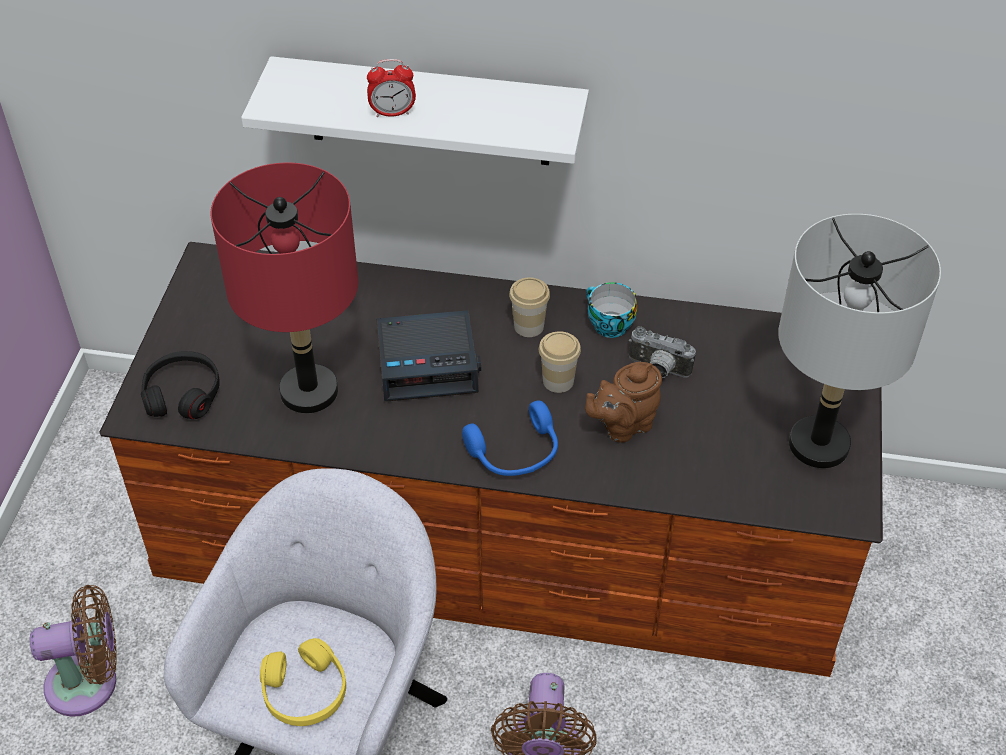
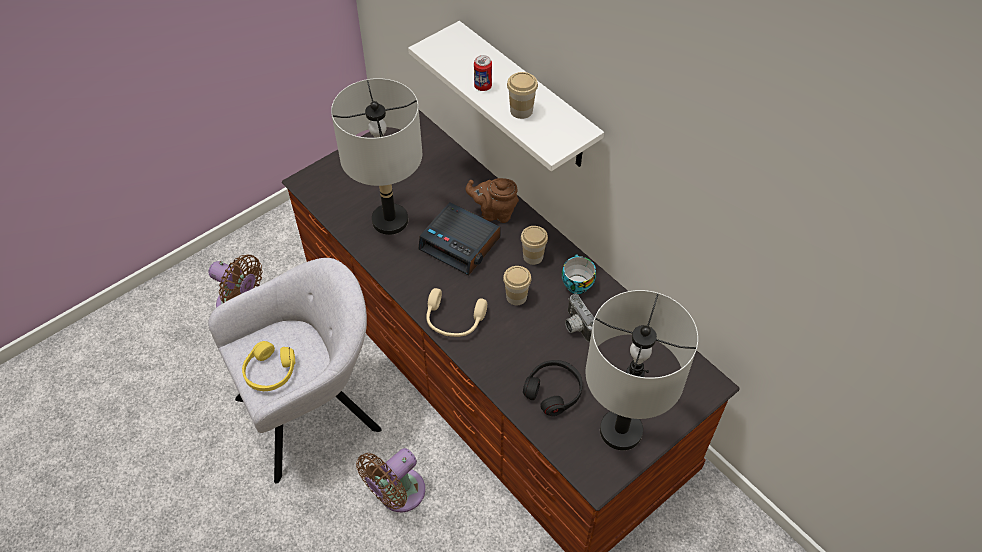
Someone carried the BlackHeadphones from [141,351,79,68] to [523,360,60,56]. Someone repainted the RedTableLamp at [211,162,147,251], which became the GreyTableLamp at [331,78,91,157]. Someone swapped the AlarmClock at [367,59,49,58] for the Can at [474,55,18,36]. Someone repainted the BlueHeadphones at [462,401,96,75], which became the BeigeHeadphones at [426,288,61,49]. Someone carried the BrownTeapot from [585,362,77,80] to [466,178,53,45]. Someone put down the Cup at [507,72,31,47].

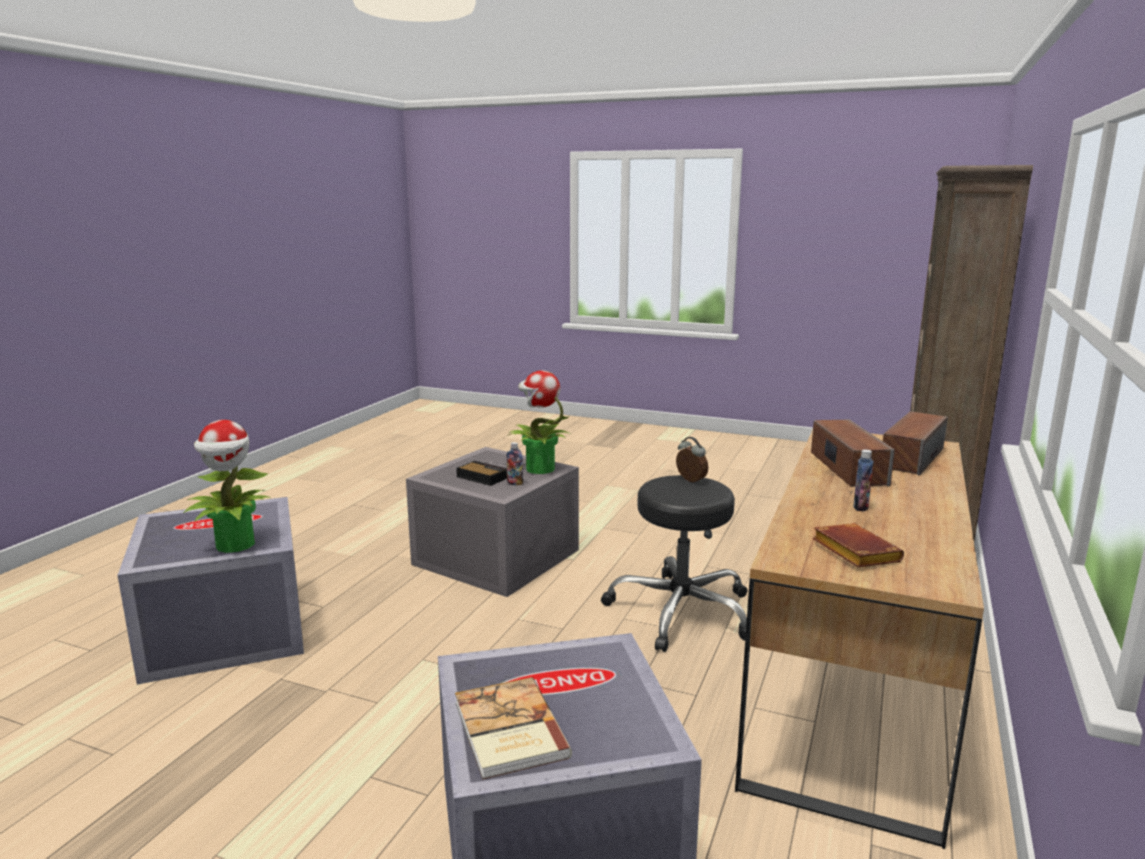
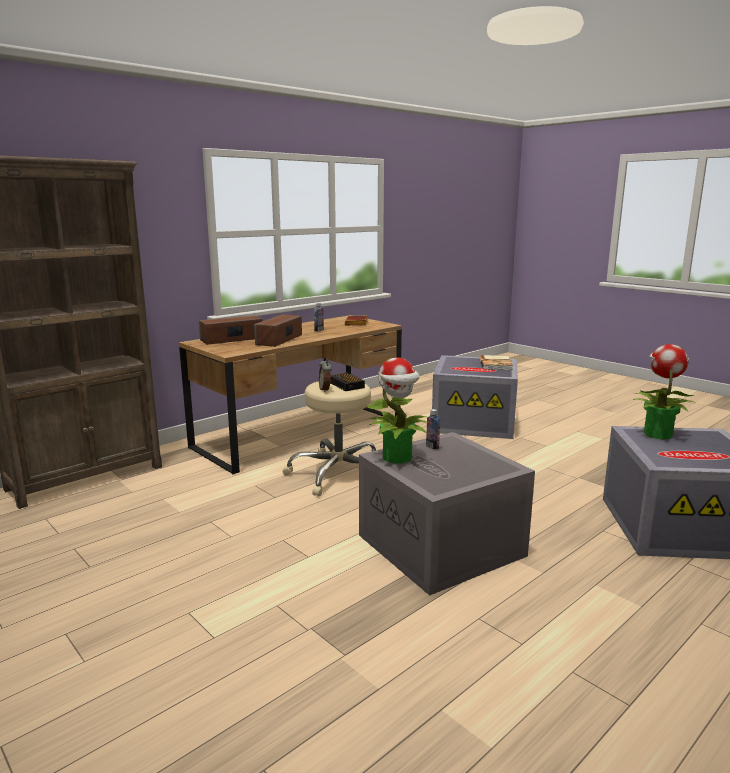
Someone carried the AlarmClock from [456,461,51,25] to [330,373,35,18]. Someone repainted the BlackStool at [601,475,147,177], which became the BeigeStool at [282,381,94,115].

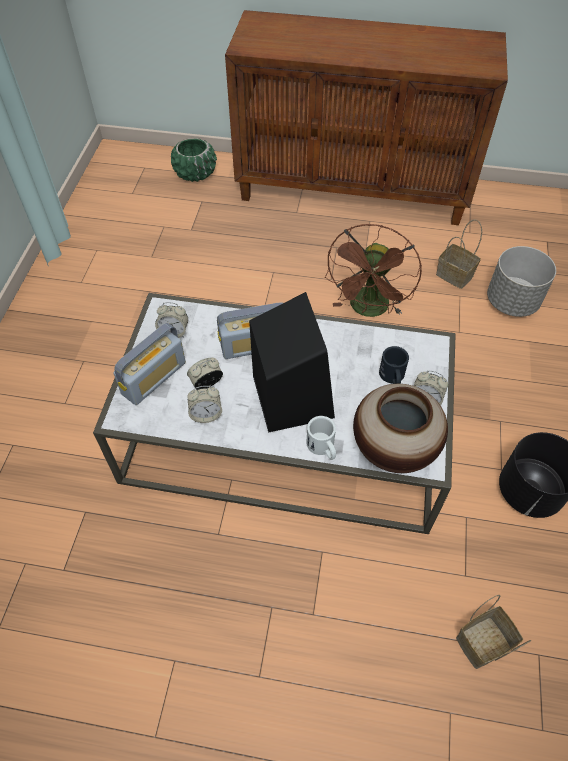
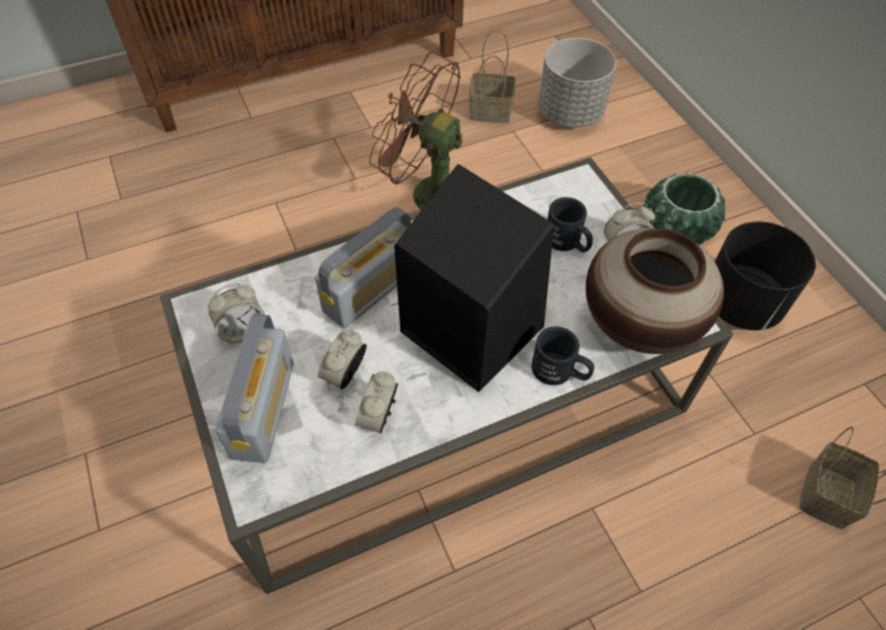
Someone carried the GreenPlanter from [171,138,46,44] to [644,173,81,72]. Someone rotated the AlarmClock at [187,386,35,37] by 150 degrees clockwise. Someone repainted the WhiteMug at [306,416,30,44], which became the BlackMug at [531,326,63,59]. Someone rotated the BrownFan at [325,224,97,93] by 135 degrees clockwise.

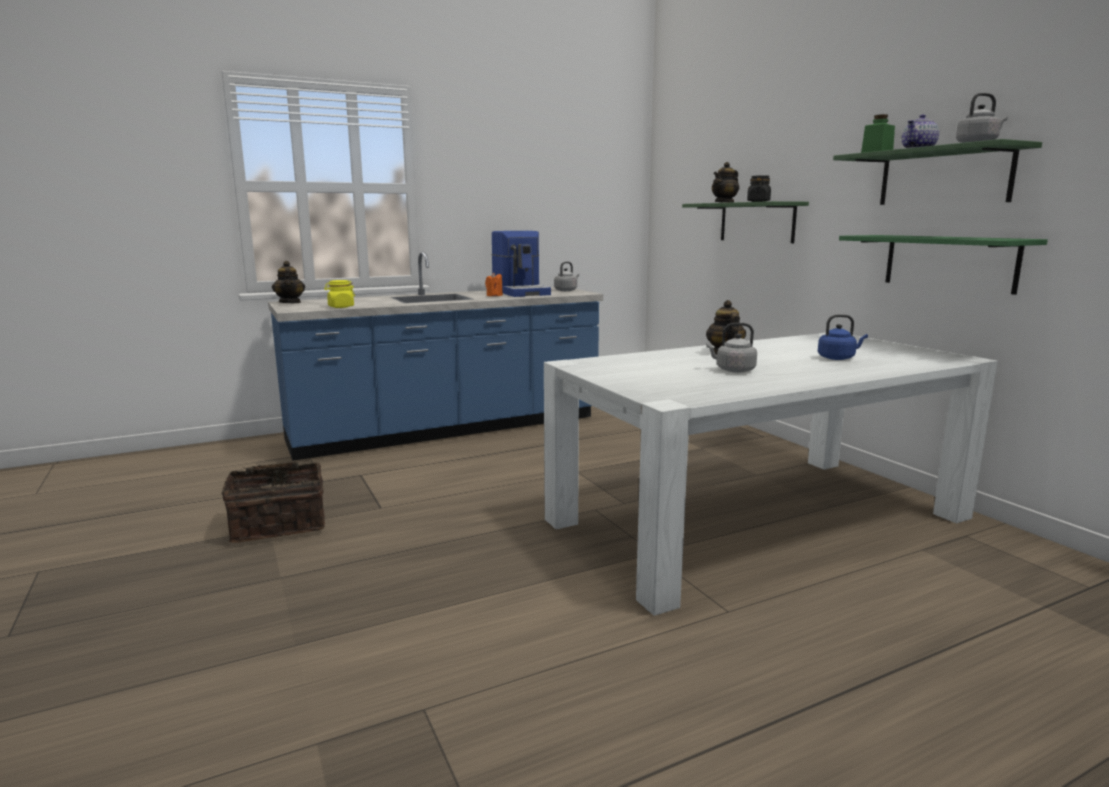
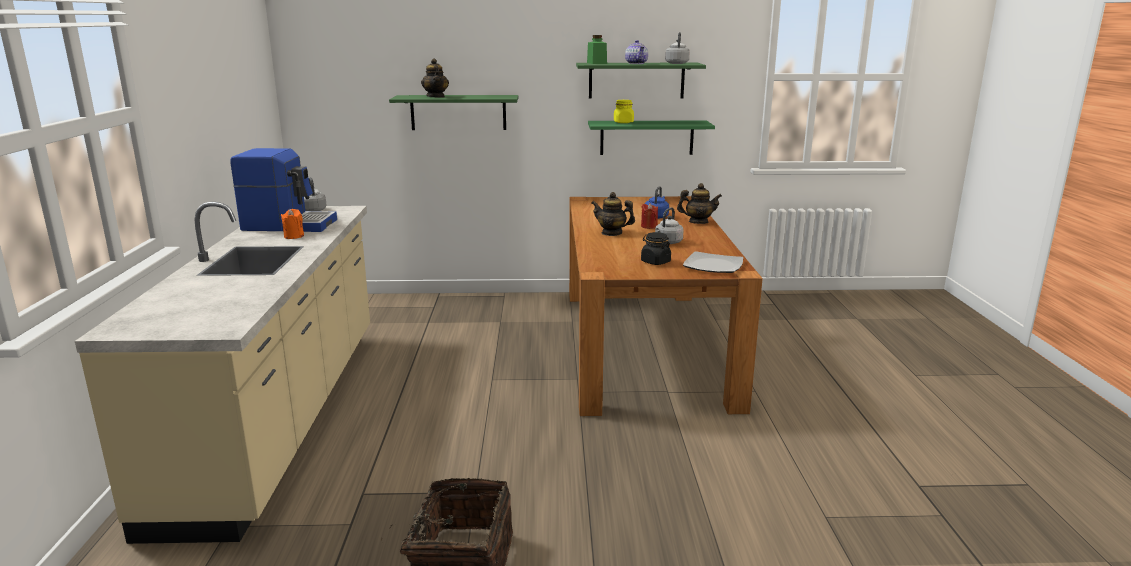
Someone repainted the BlueCounter at [268,251,335,210], which became the BeigeCounter at [75,202,295,342]. Someone carried the Teapot from [272,261,33,42] to [677,183,45,41]. Someone carried the YellowJar from [324,280,31,28] to [614,100,20,23]. Someone repainted the WhiteDiningTable at [544,332,454,284], which became the BrownDiningTable at [569,196,194,220]. Someone carried the BlackJar from [747,175,24,27] to [641,232,30,33]. Someone put down the RedCandle at [641,203,17,26]. Someone put down the Plate at [683,251,60,22].

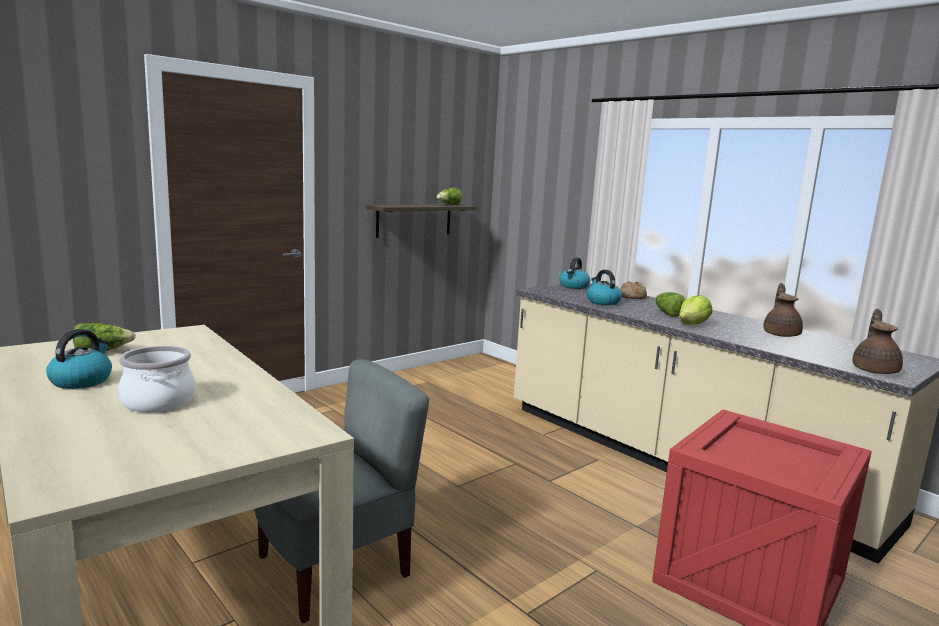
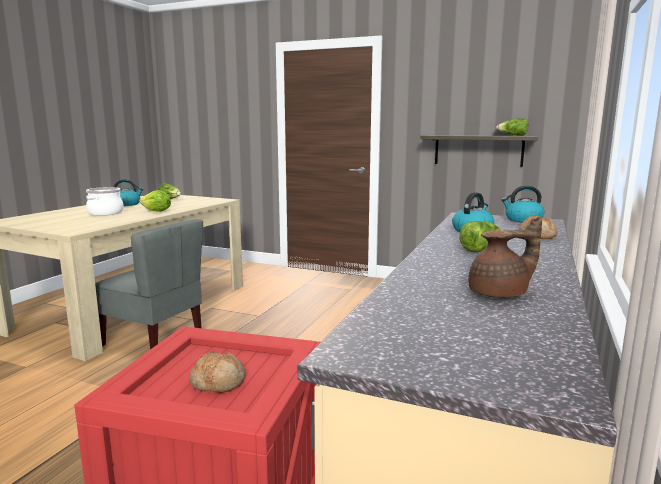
Someone carried the Lettuce from [679,295,33,30] to [139,190,32,21]. Someone took away the BrownTeapot at [853,309,50,65]. Someone put down the Bread at [189,351,57,42].

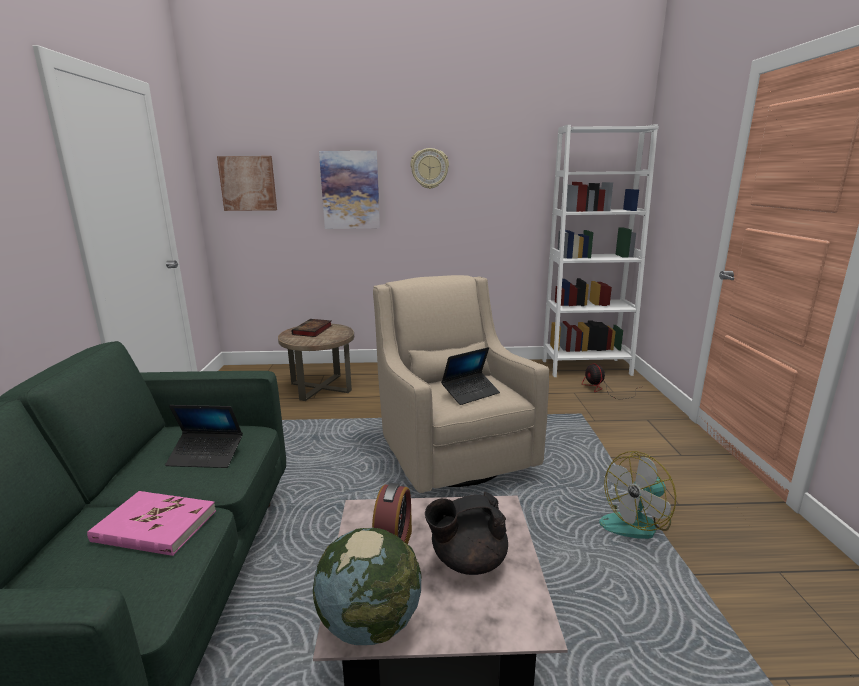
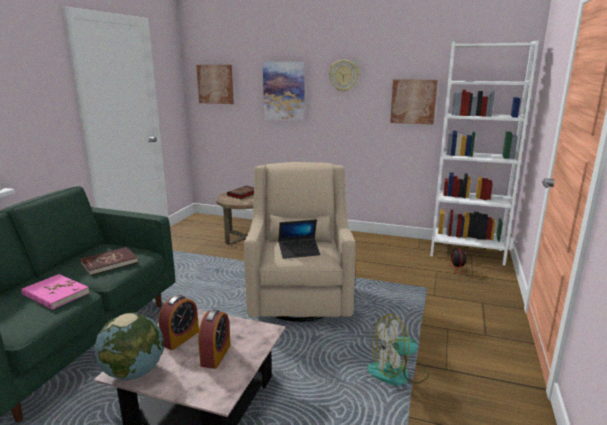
Someone swapped the Laptop at [165,405,78,63] for the RedBook at [80,247,58,29]. Someone swapped the BlackTeapot at [425,492,83,83] for the AlarmClock at [198,309,32,60]. Someone put up the Picture at [390,79,48,46].

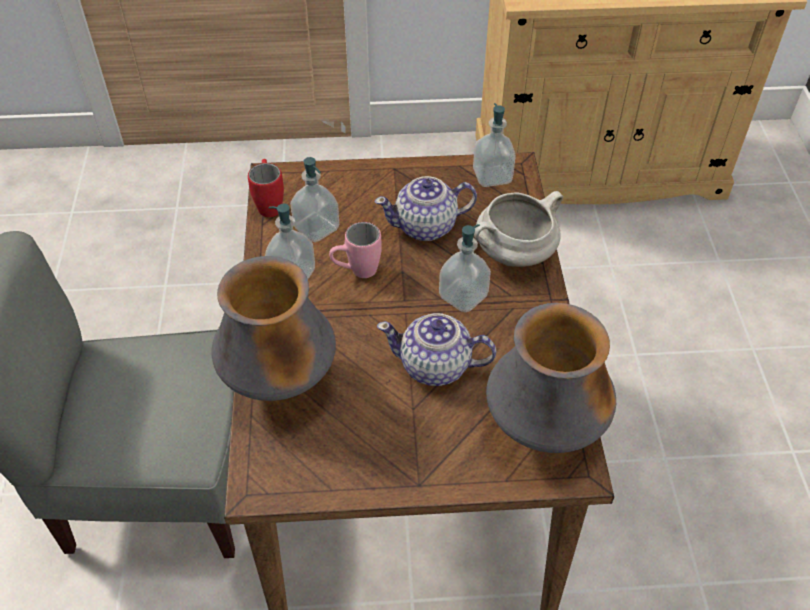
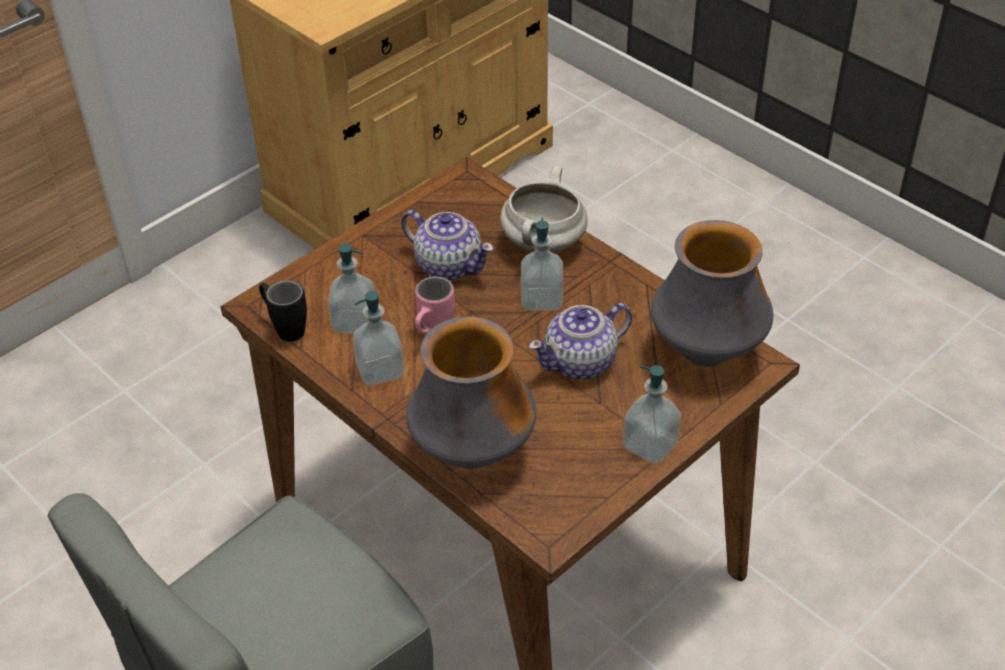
Someone repainted the RedMug at [248,159,36,58], which became the BlackMug at [259,280,48,62]. Someone rotated the Teapot at [374,176,103,65] by 90 degrees counterclockwise. Someone carried the SoapDispenser from [473,103,43,84] to [623,365,59,99].

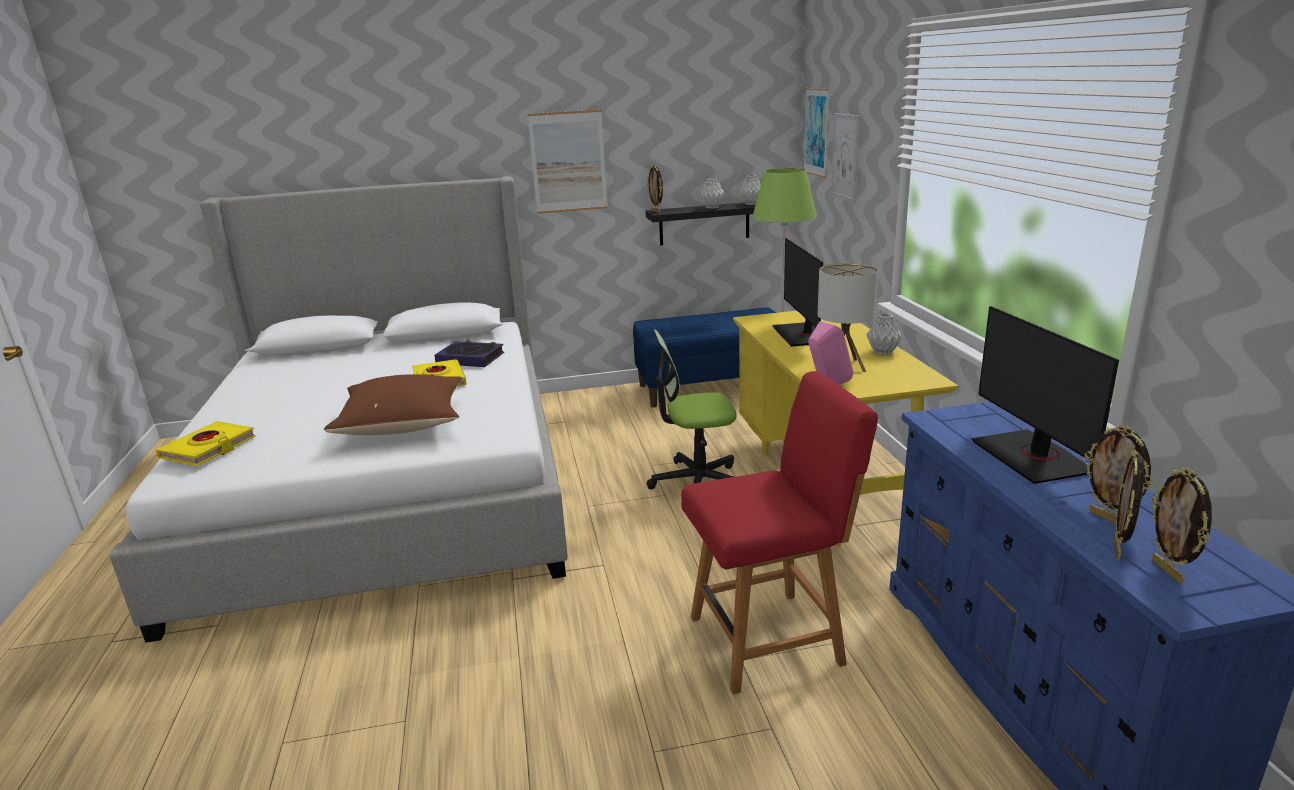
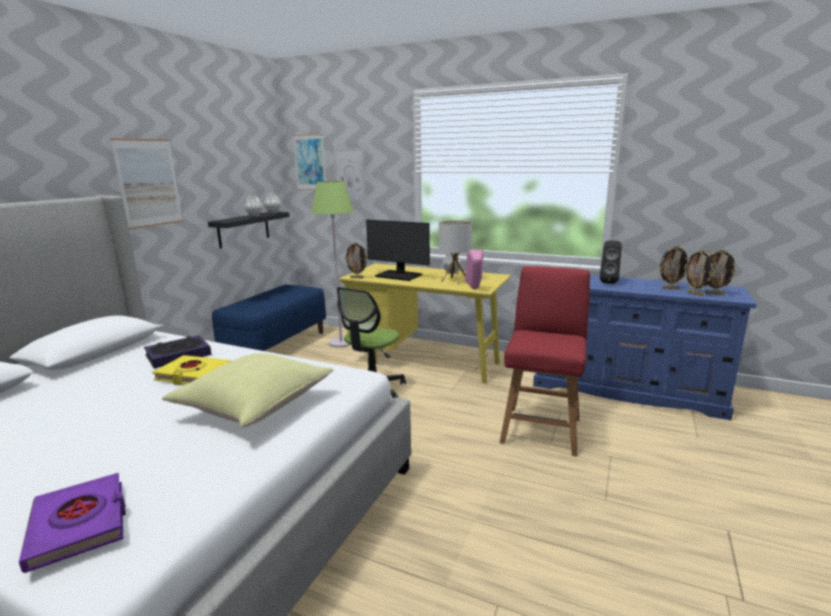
Someone repainted the YellowBook at [156,421,100,45], which became the PurpleBook at [19,473,107,100]. Someone repainted the BrownPillow at [324,374,139,61], which became the YellowPillow at [162,353,171,74]. Someone carried the PictureFrame from [647,164,16,49] to [344,242,24,36]. Someone swapped the Monitor at [971,306,148,178] for the BlackSpeaker at [600,241,22,43].

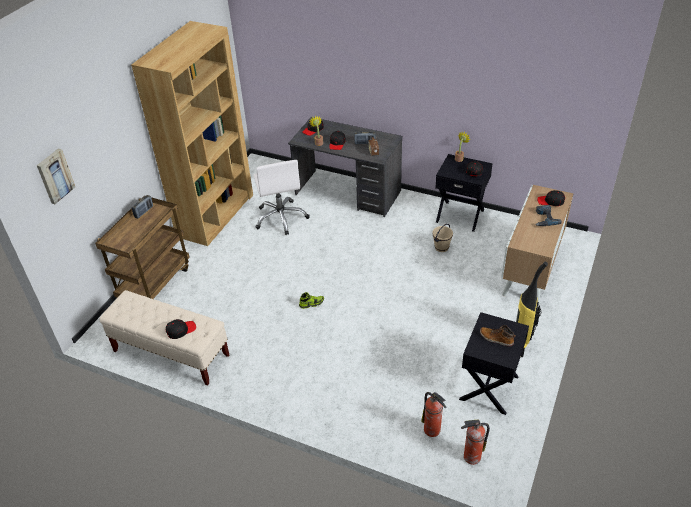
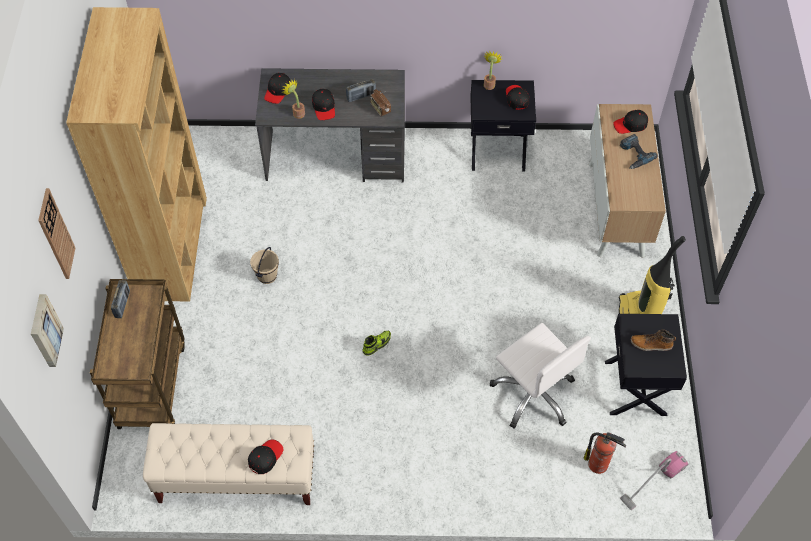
Someone carried the WhiteOfficeChair from [253,160,57,75] to [490,323,101,106]. Someone carried the BeigeBucket from [433,224,20,28] to [250,247,29,37]. Someone swapped the FireExtinguisher at [461,420,29,45] for the VacuumCleaner at [620,451,68,59]. Someone put up the WallClock at [38,188,37,91].

